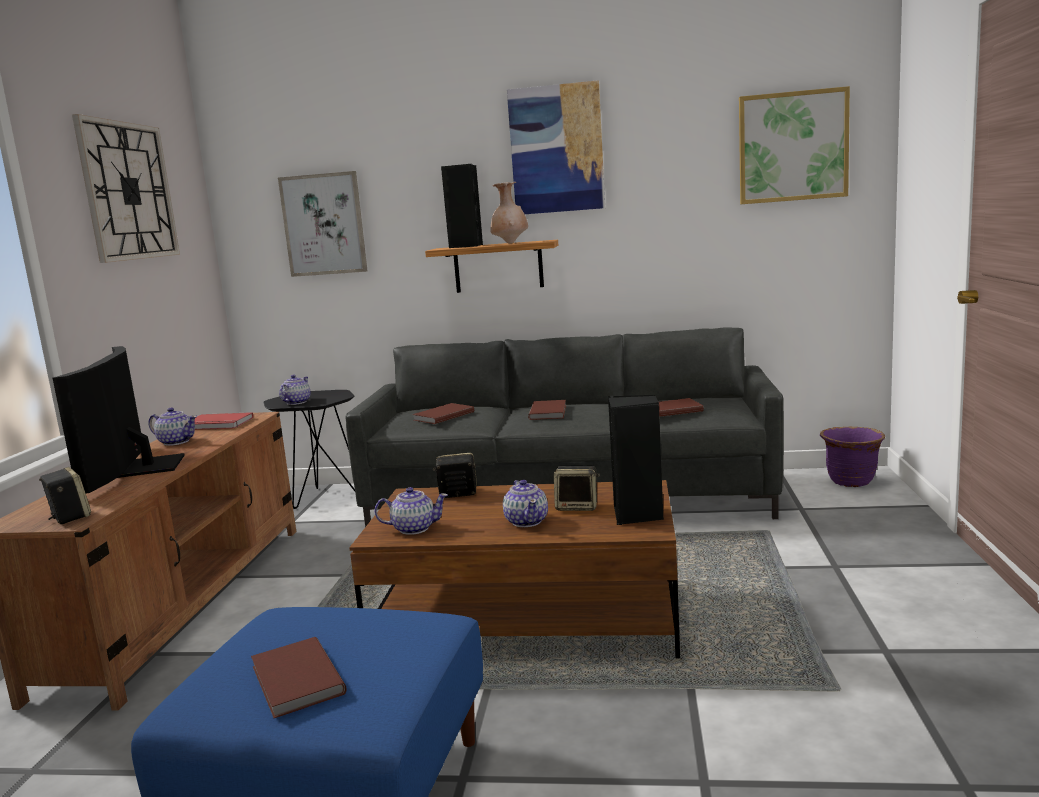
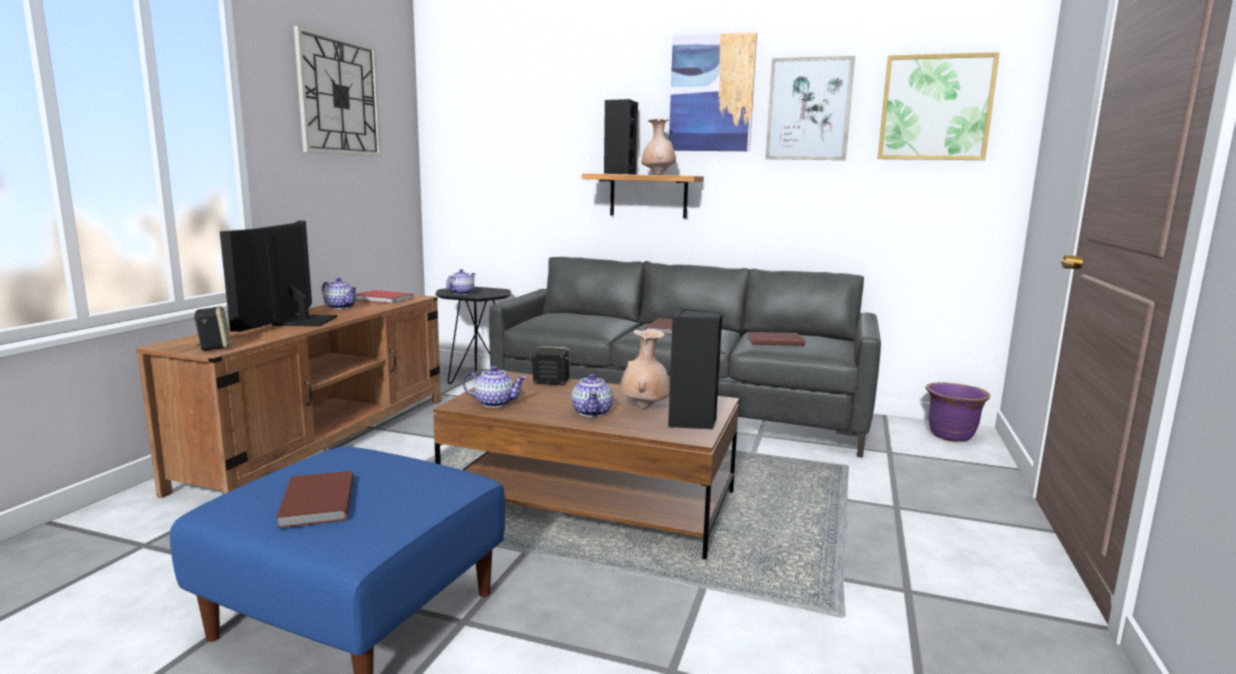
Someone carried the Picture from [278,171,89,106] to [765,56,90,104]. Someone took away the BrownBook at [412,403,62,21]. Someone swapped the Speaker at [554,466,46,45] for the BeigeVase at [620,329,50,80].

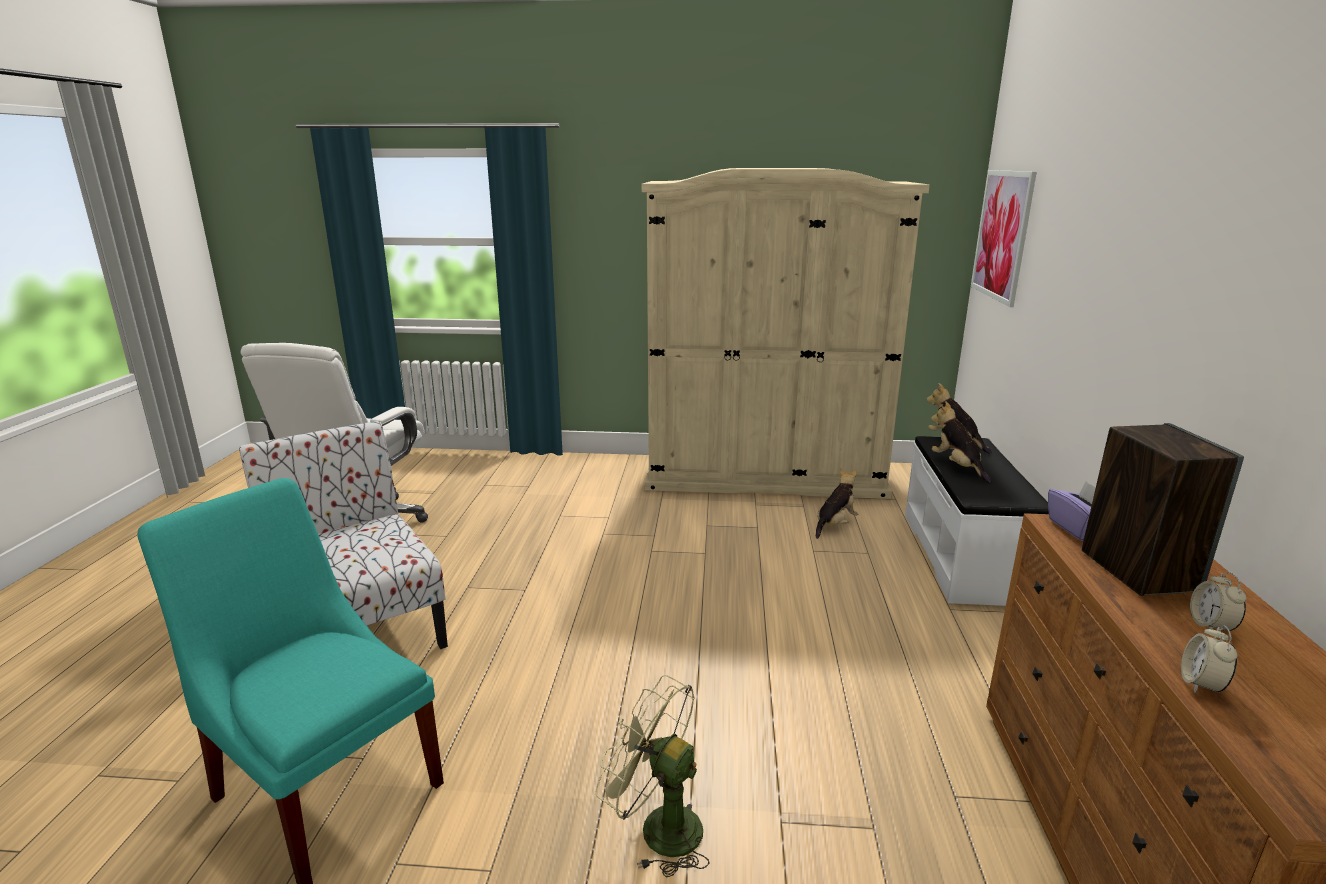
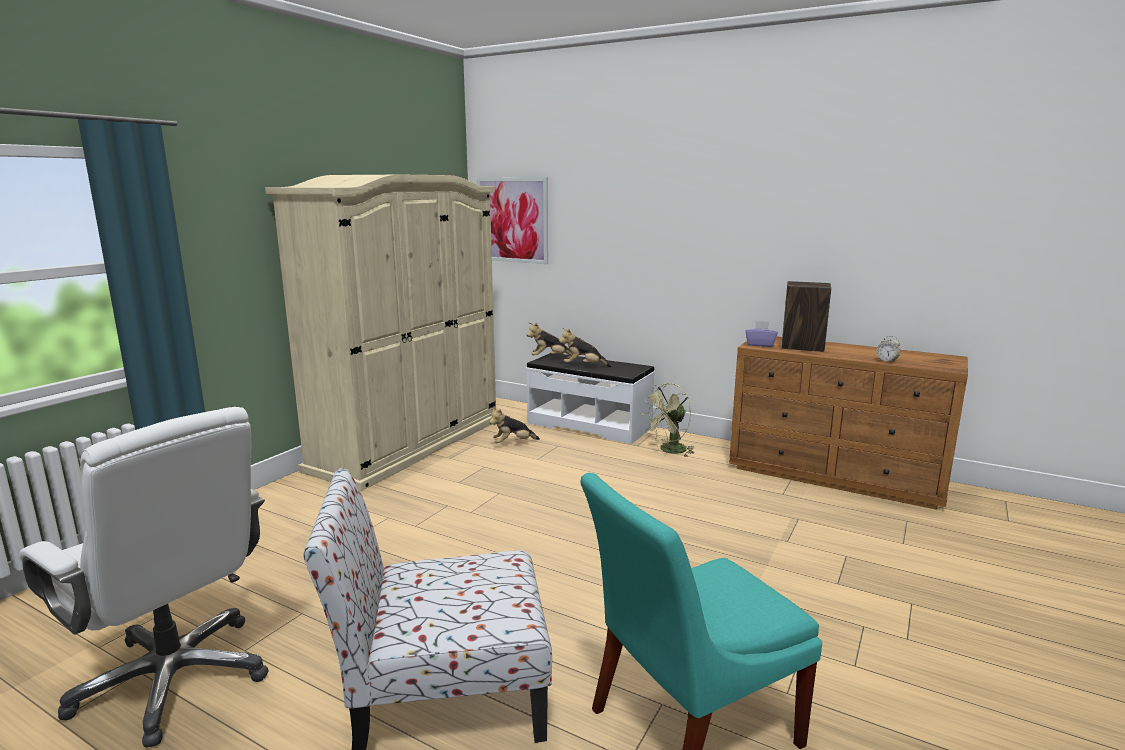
Someone carried the GreenFan from [596,675,114,202] to [642,383,52,74]. Someone rotated the PlushToy at [816,468,42,71] by 90 degrees counterclockwise. Someone took away the AlarmClock at [1190,572,56,59].

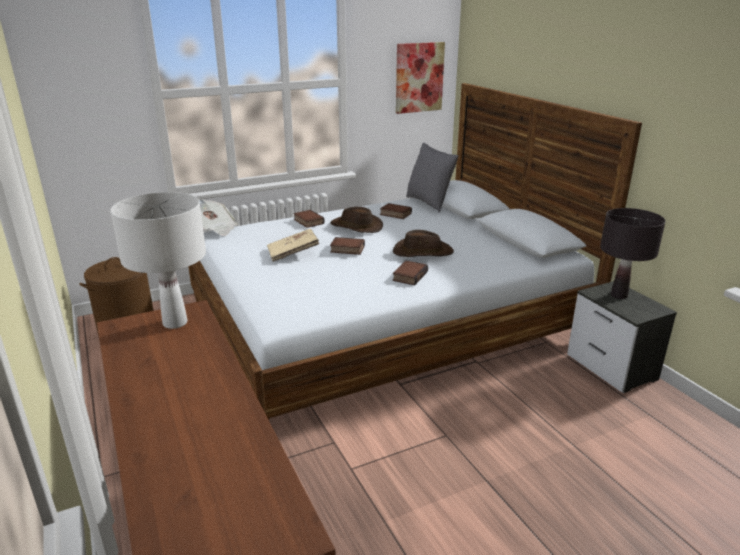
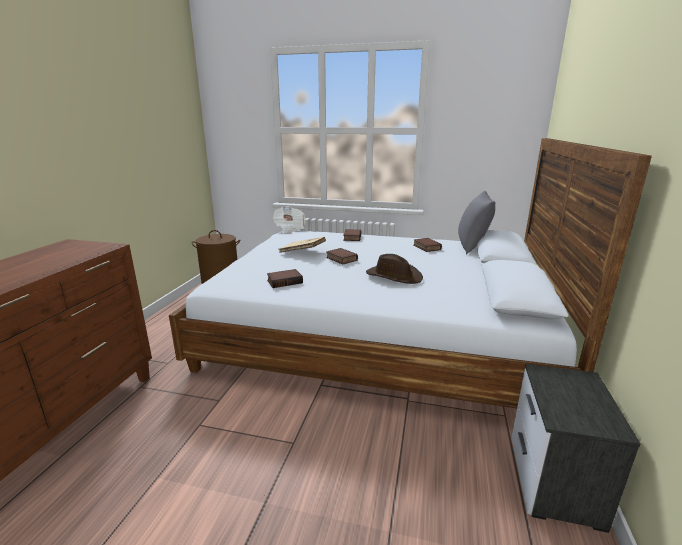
Someone took away the WhiteTableLamp at [110,192,96,137]. Someone took away the BrownHat at [330,207,53,26]. Someone carried the Book from [393,261,35,24] to [267,269,36,19]. Someone took away the Picture at [396,42,49,72]. Someone took away the BlackTableLamp at [600,208,66,91].

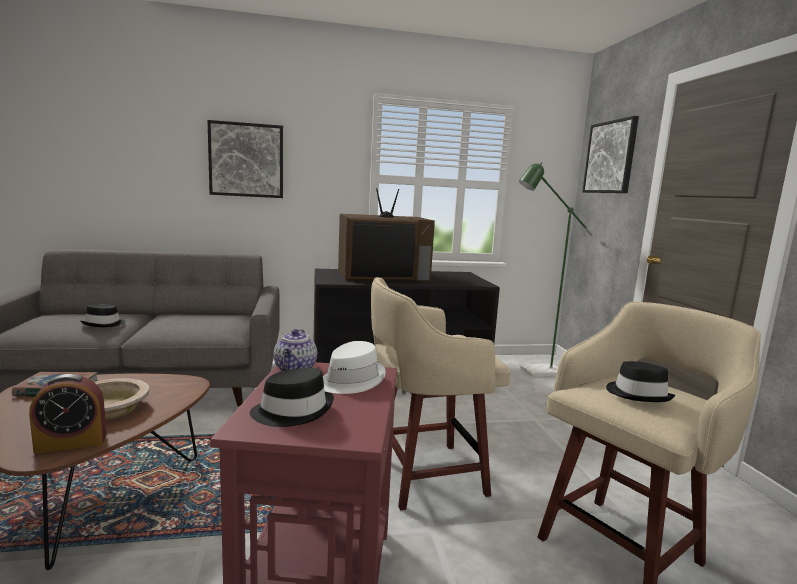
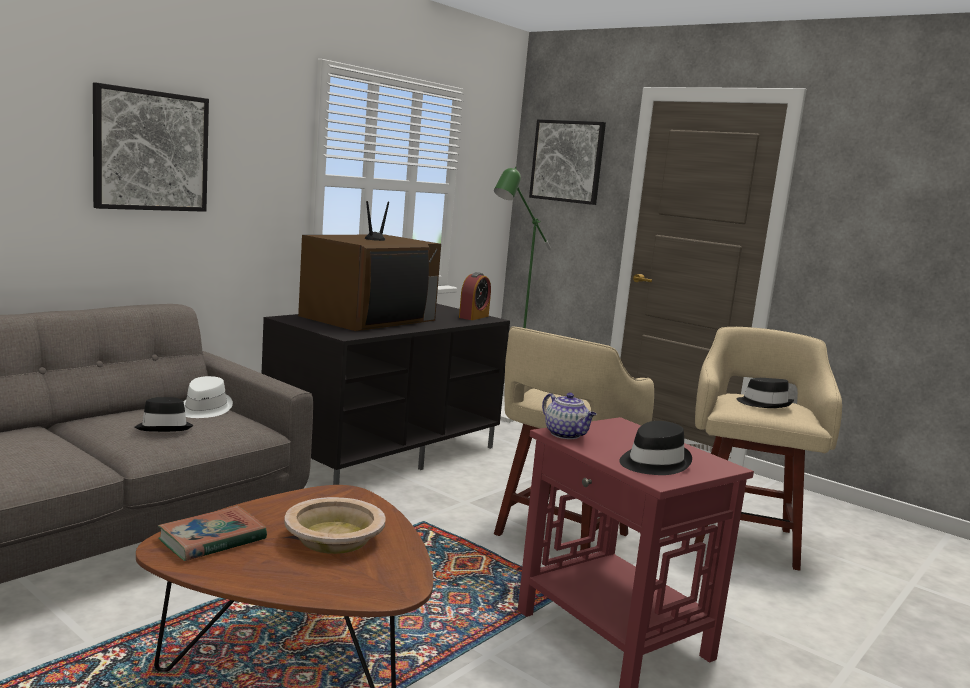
Someone carried the AlarmClock from [29,374,77,80] to [459,272,32,48]. Someone carried the BlackHat from [81,305,45,22] to [135,397,58,35]. Someone carried the WhiteHat from [323,341,63,53] to [183,376,50,42].

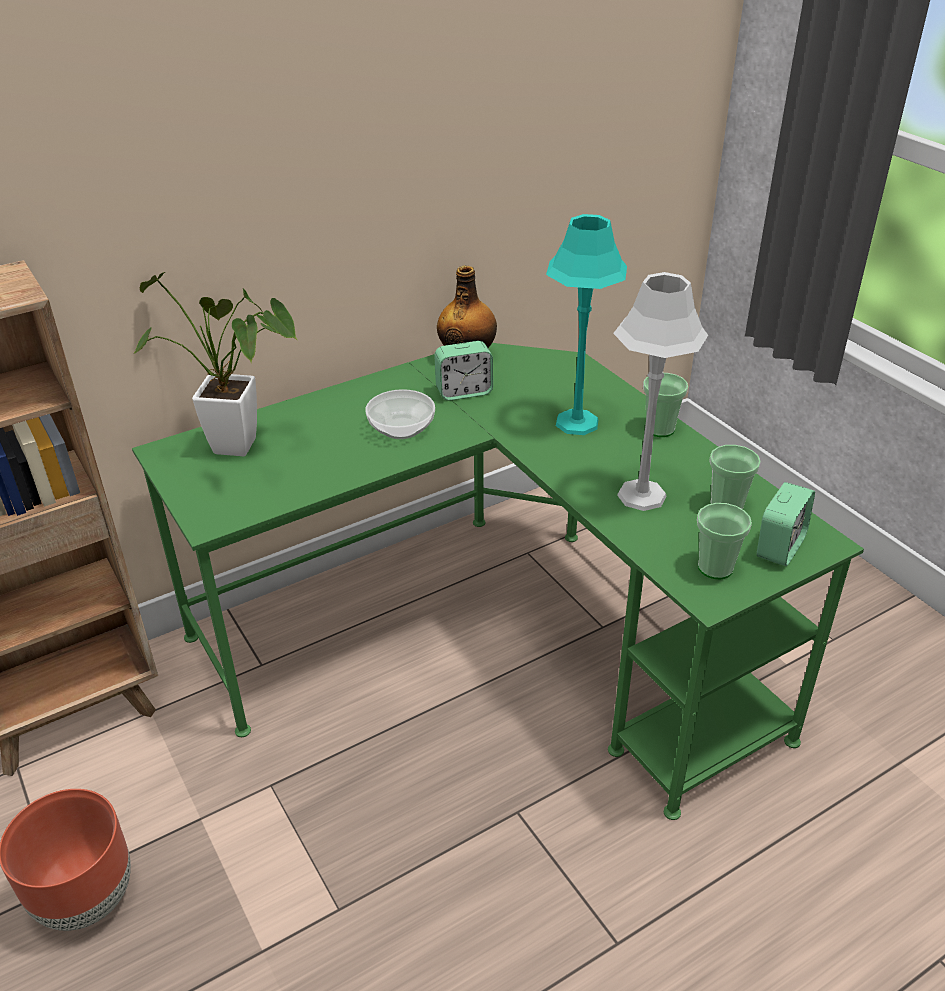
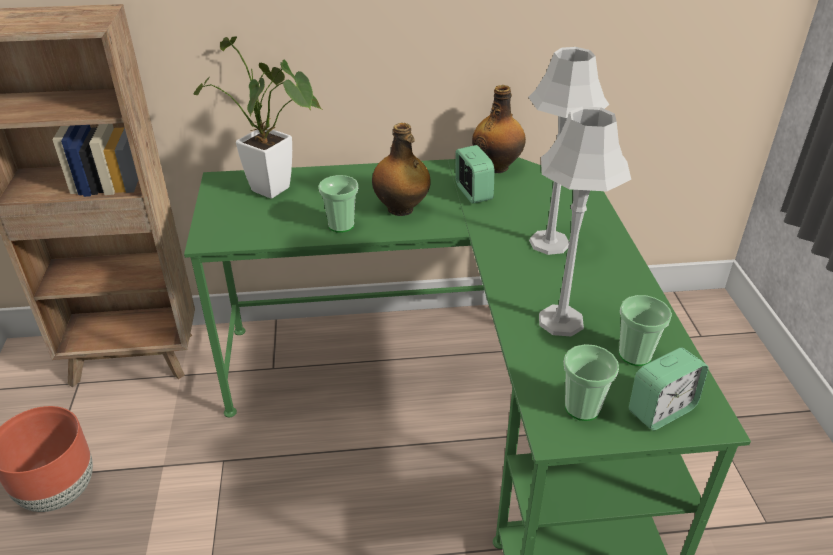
Someone swapped the Bowl at [365,389,70,50] for the Bottle at [372,123,59,93]. Someone rotated the AlarmClock at [434,341,59,60] by 120 degrees counterclockwise. Someone repainted the TurquoiseTableLamp at [546,214,81,221], which became the GreyTableLamp at [529,47,80,208]. Someone carried the Cup from [643,373,45,64] to [319,175,39,58].

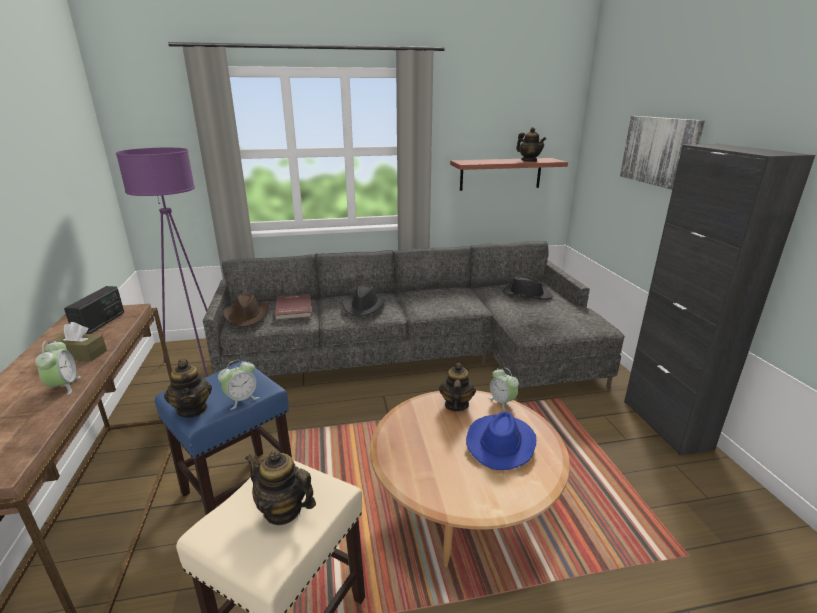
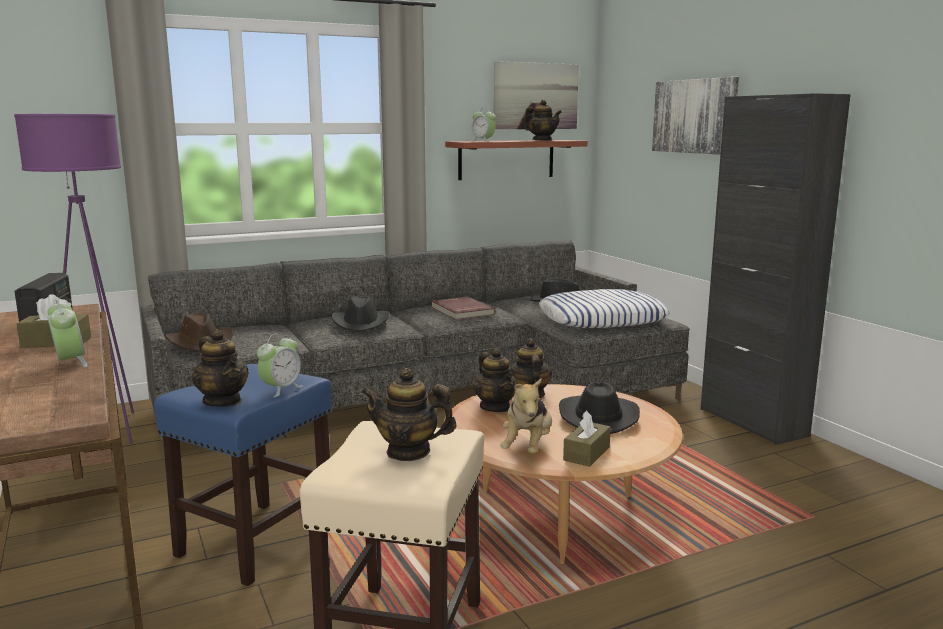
Someone carried the RedBook from [275,294,37,26] to [432,297,63,23]. Someone repainted the BlueHat at [466,412,70,58], which became the BlackHat at [559,382,81,52]. Someone carried the AlarmClock from [488,368,31,43] to [472,109,24,33]. Someone put down the Teapot at [474,348,44,64]. Someone put up the Picture at [494,61,85,68]. Someone put down the PlushToy at [501,378,51,76]. Someone put down the Pillow at [539,289,130,39]. Someone put down the BrownTissueBox at [563,410,48,57].

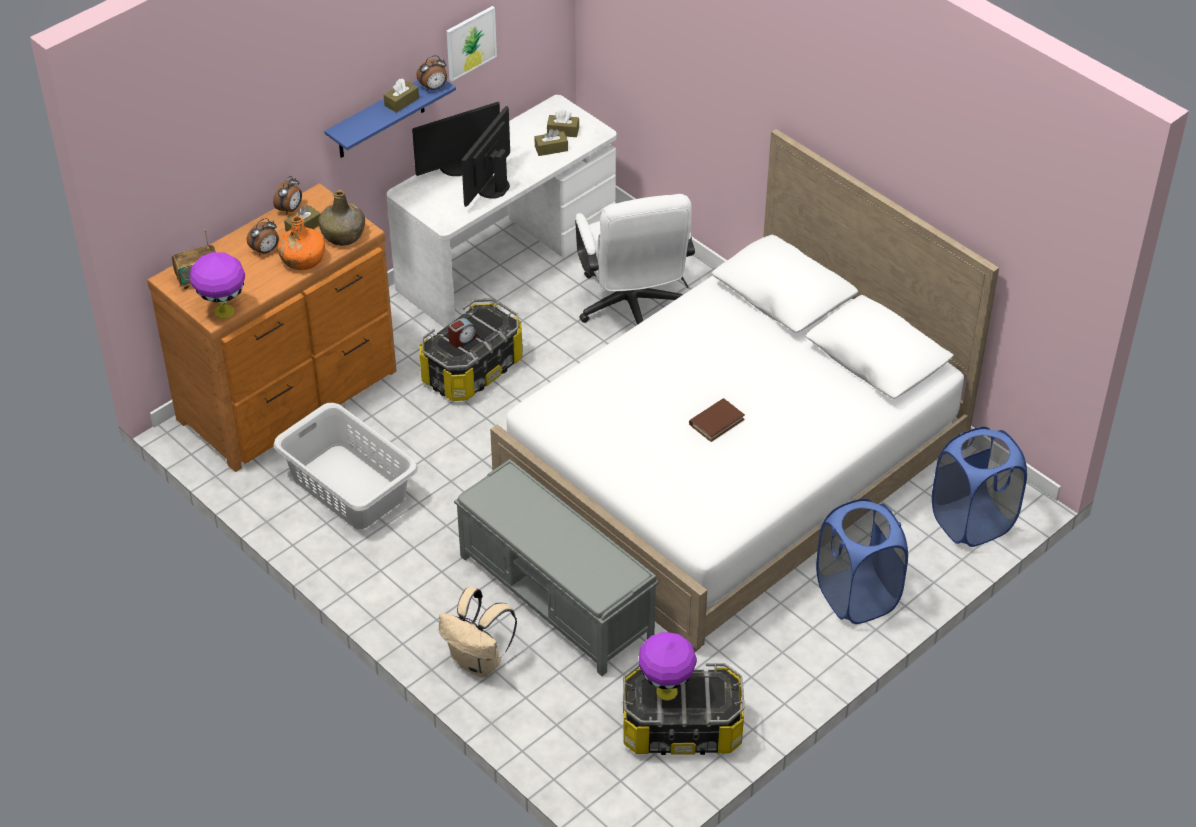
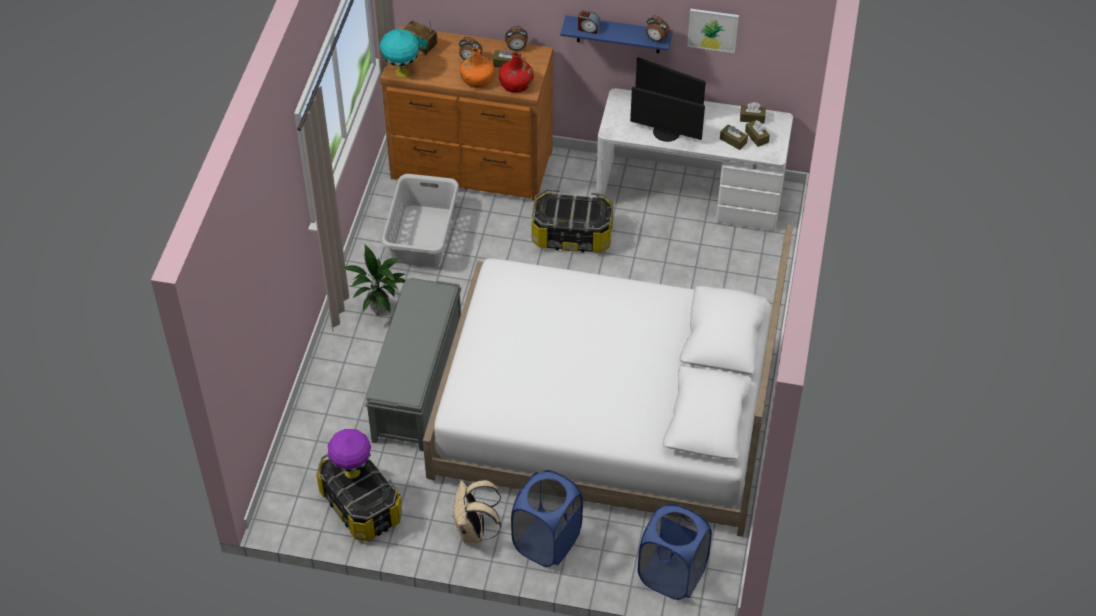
Someone repainted the PurpleTableLamp at [190,252,55,67], which became the TurquoiseTableLamp at [379,29,40,49]. Someone repainted the GreenBottle at [318,190,47,56], which became the RedBottle at [499,52,35,41]. Someone carried the BrownTissueBox from [384,79,35,34] to [740,102,26,22]. Someone carried the BeigeBackpack from [439,587,78,91] to [453,480,48,63]. Someone carried the AlarmClock from [448,318,29,30] to [578,11,22,23]. Someone rotated the Monitor at [461,106,49,101] by 150 degrees counterclockwise. Someone took away the WhiteOfficeChair at [575,194,120,131]. Someone took away the BrownBook at [689,398,56,44]. Someone put down the PottedPlant at [342,244,63,71].

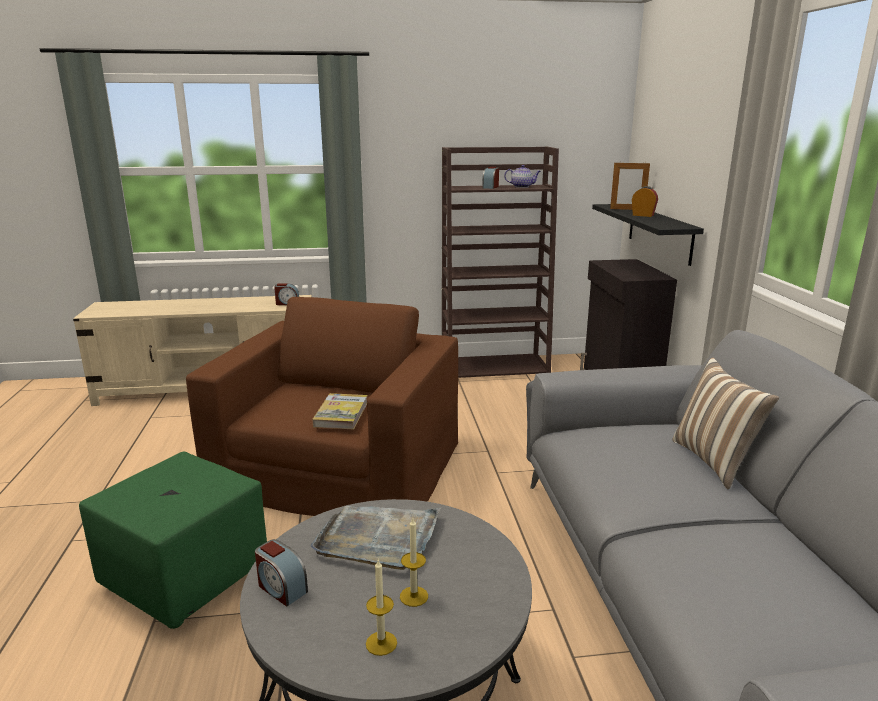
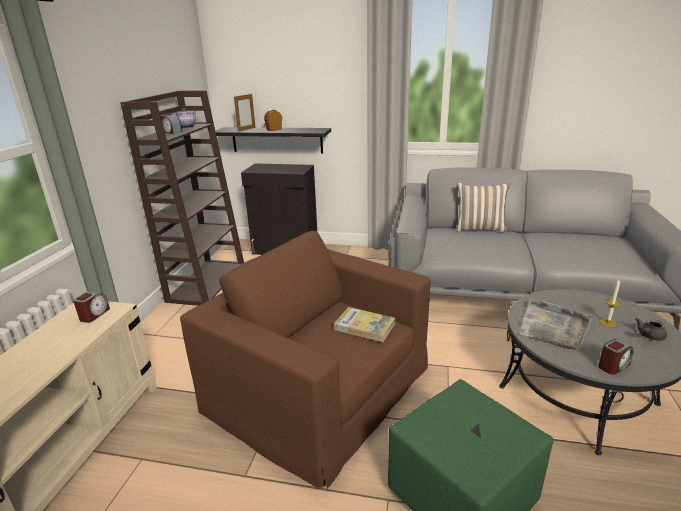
Someone swapped the Candle at [366,560,31,96] for the GreyTeapot at [636,318,31,23].

